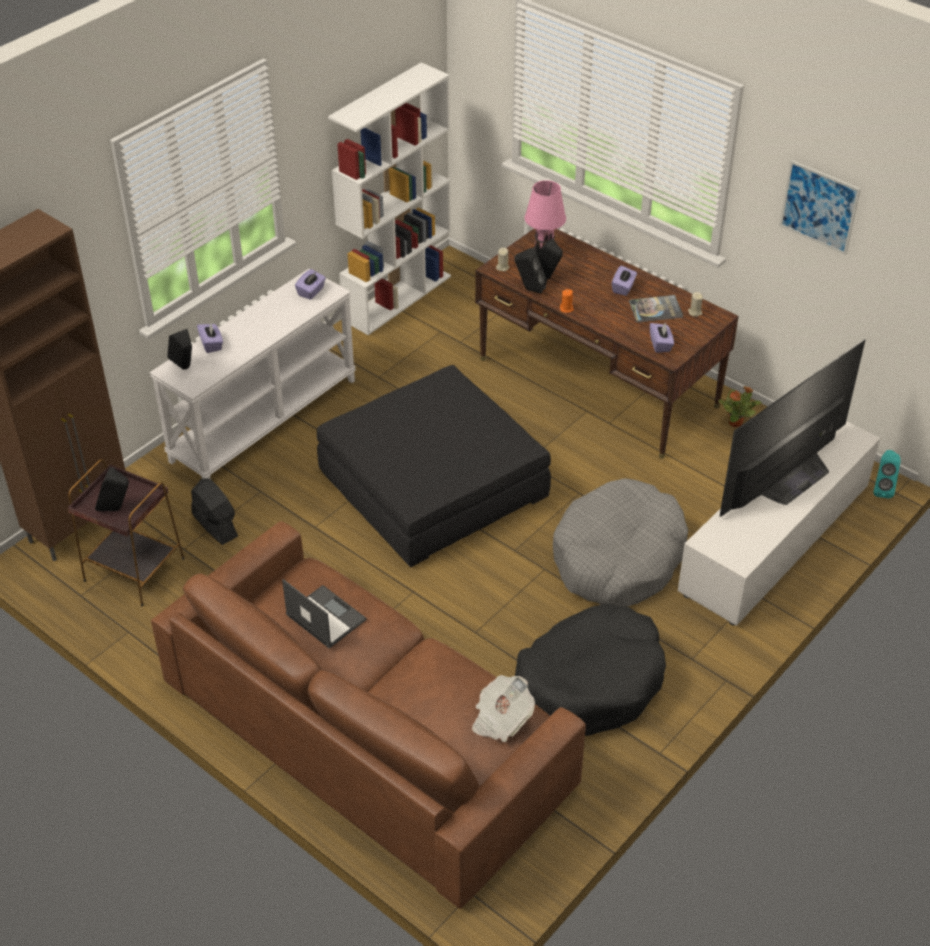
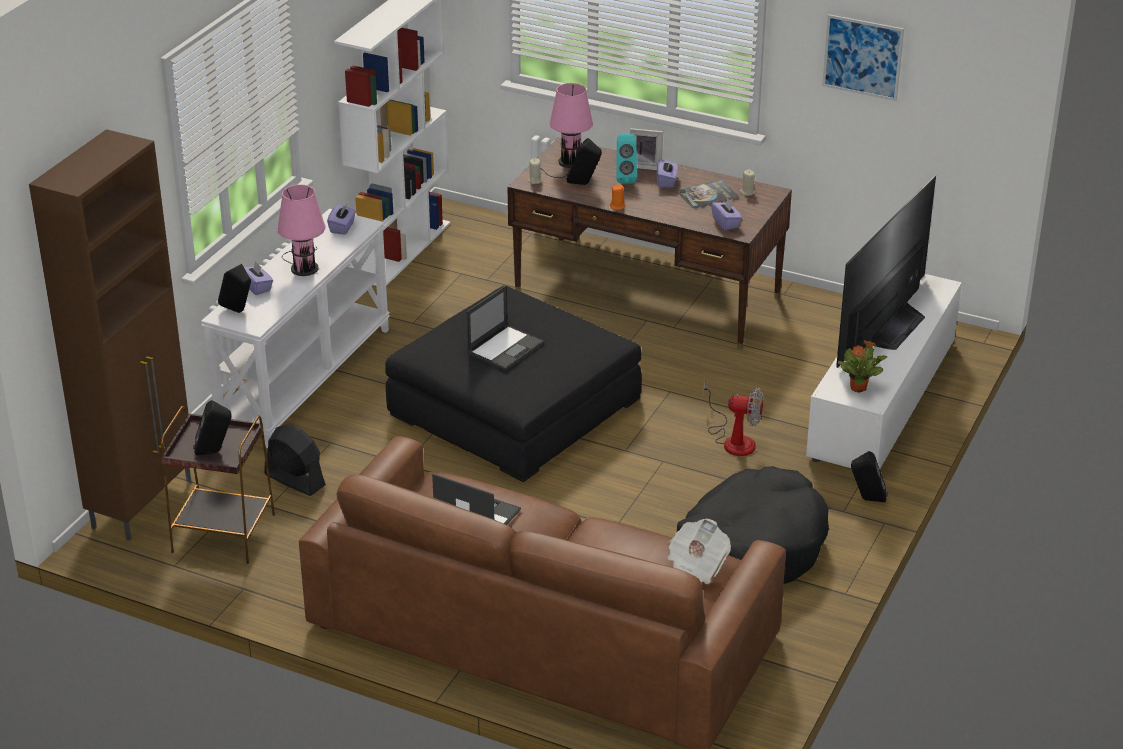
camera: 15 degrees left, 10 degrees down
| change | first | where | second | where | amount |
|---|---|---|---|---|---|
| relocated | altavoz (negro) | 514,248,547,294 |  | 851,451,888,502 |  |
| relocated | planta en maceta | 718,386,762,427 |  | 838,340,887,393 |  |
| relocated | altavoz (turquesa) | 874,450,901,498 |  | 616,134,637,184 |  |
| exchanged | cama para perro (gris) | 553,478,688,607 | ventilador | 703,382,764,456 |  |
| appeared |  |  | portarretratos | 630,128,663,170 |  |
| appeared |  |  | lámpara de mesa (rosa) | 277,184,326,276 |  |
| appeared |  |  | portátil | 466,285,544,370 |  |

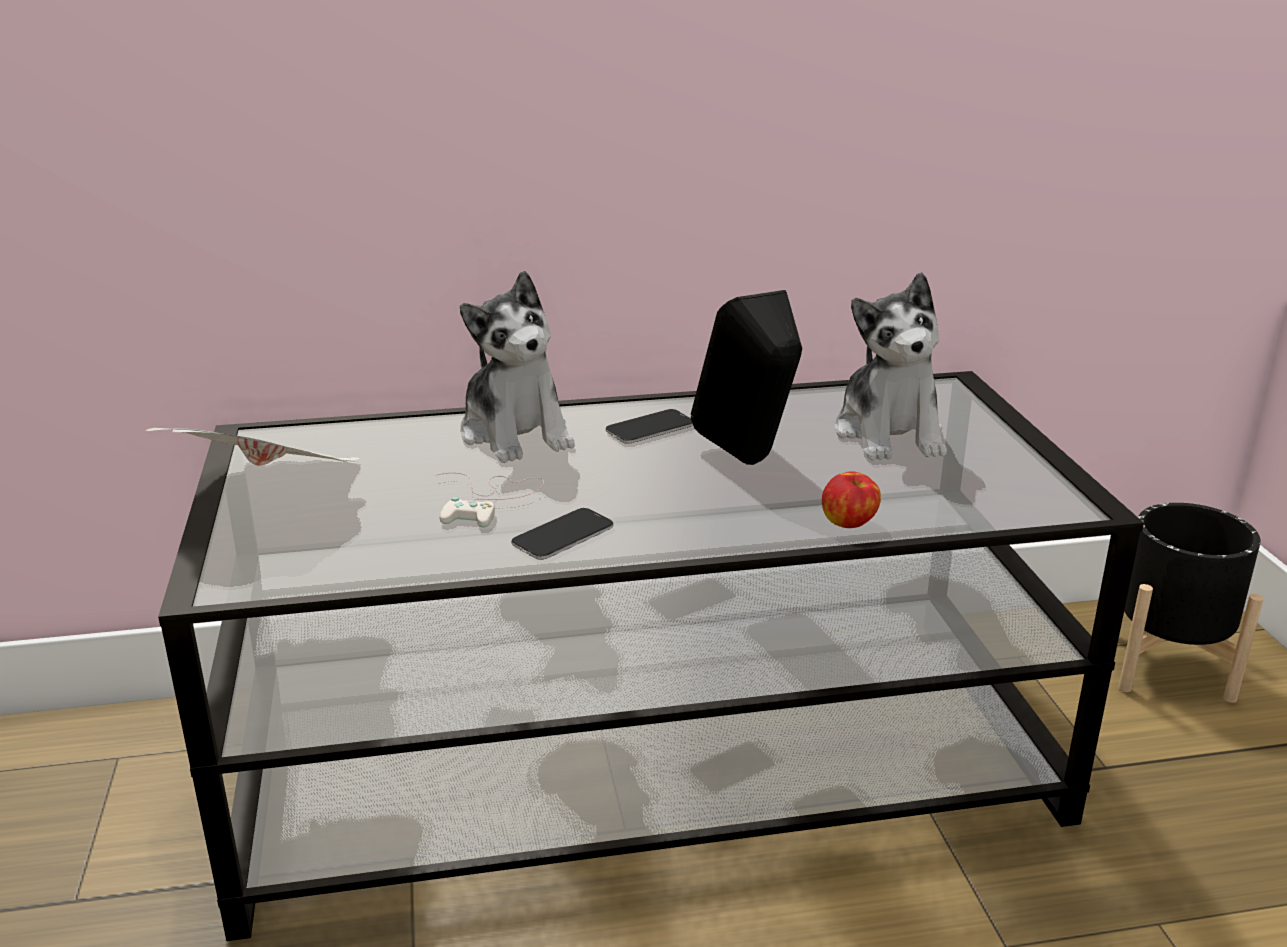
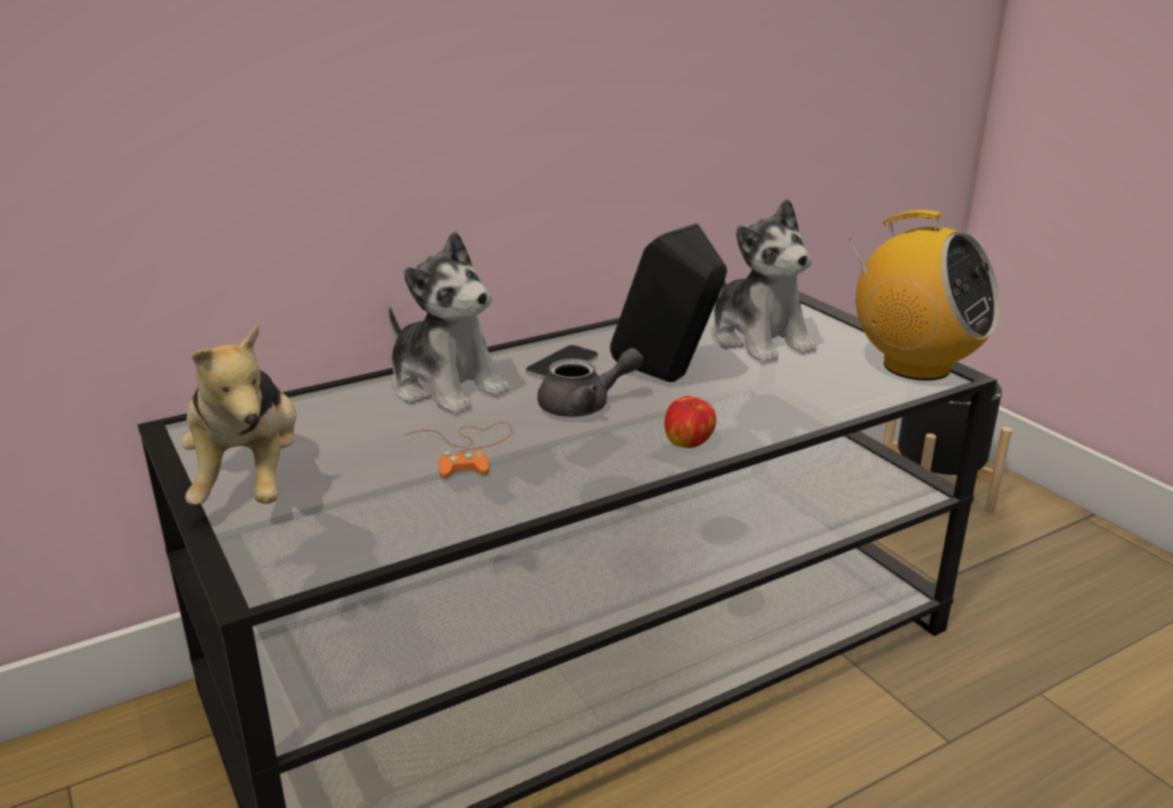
camera: 20 degrees left, 0 degrees up
| change | first | where | second | where | amount |
|---|---|---|---|---|---|
| exchanged | periódico | 145,428,360,466 | peluche | 182,325,297,505 |  |
| relocated | manzana | 822,471,881,528 |  | 664,396,716,448 |  |
| colour | mando de consola (blanco) | 435,472,544,527 | mando de consola (naranja) | 404,422,512,479 |  |
| missing | móvil | 511,508,614,560 |  |  |  |
| appeared |  |  | radio | 848,210,1000,381 |  |
| appeared |  |  | tetera (gris) | 537,348,643,417 |  |

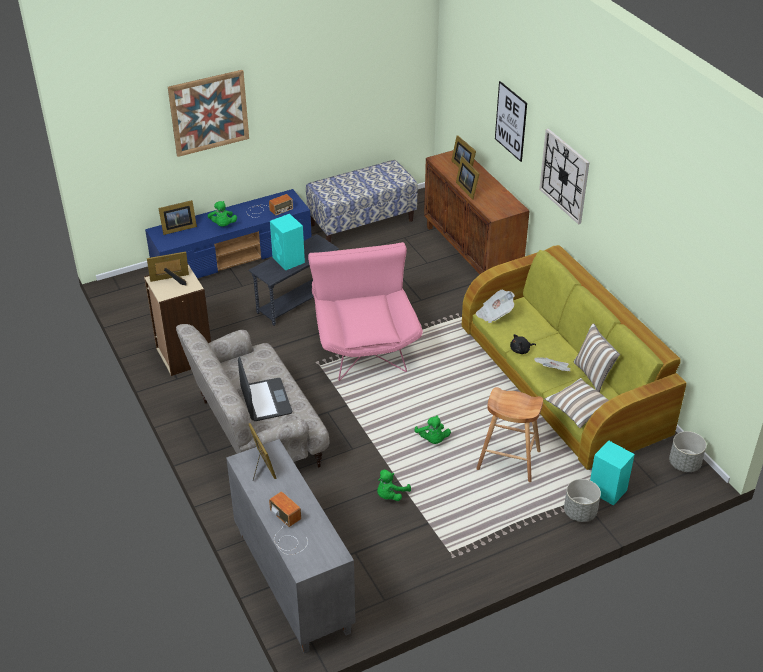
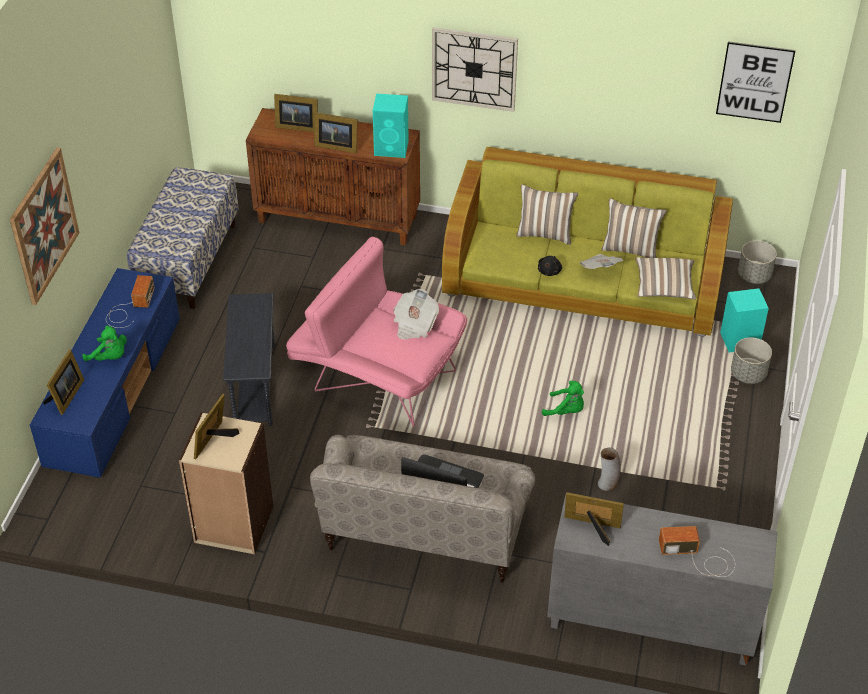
camera: 50 degrees left, 5 degrees up
| change | first | where | second | where | amount |
|---|---|---|---|---|---|
| relocated | cuadro | 495,81,527,162 |  | 716,41,796,123 |  |
| relocated | altavoz (turquesa) | 270,214,305,270 |  | 373,94,409,158 |  |
| relocated | periódico | 476,289,515,323 |  | 394,289,439,339 |  |
| missing | taburete (marrón) | 476,387,543,482 |  |  |  |
| exchanged | peluche (verde) | 377,470,411,501 | florero | 598,447,621,491 |  |
| appeared |  |  | cojín | 516,184,578,245 |  |

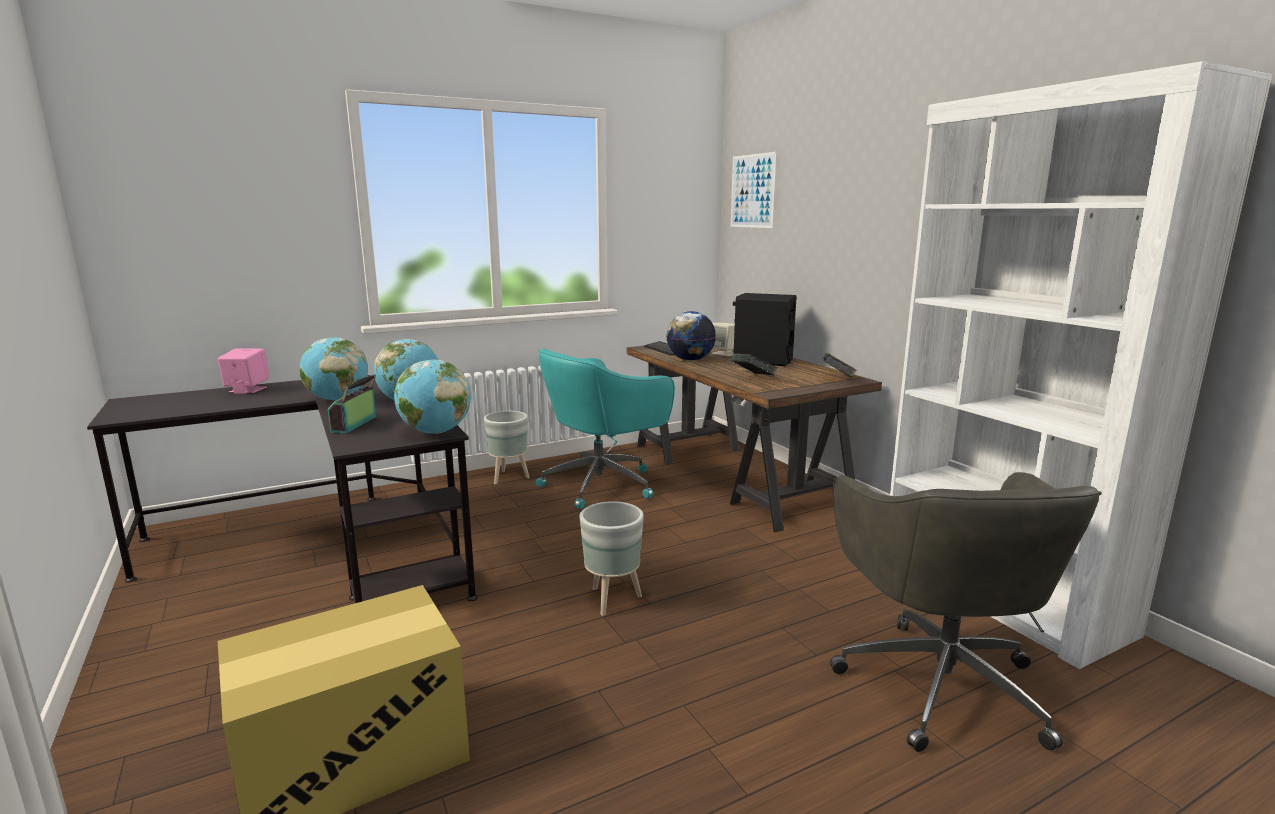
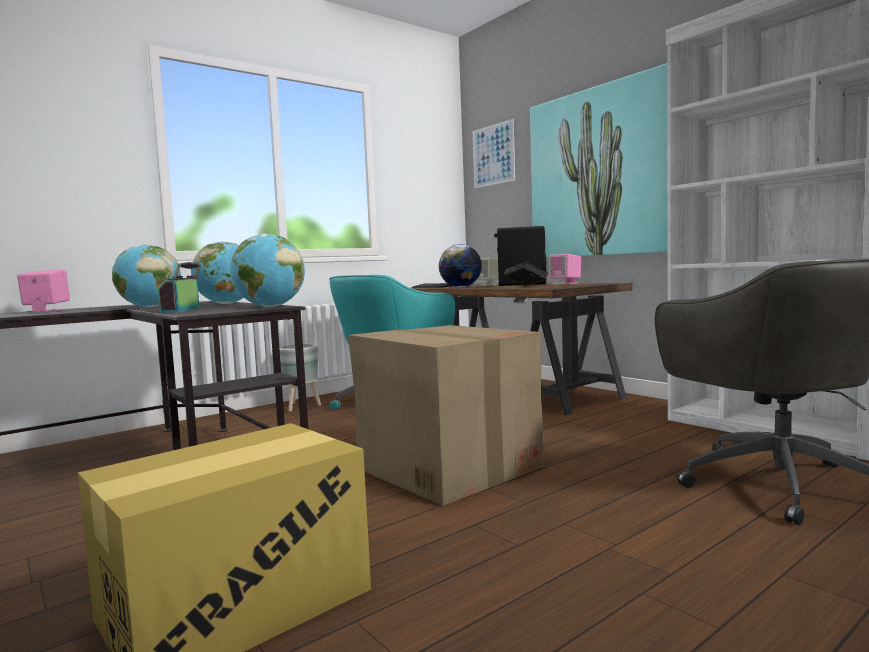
camera: 10 degrees left, 10 degrees down
| change | first | where | second | where | amount |
|---|---|---|---|---|---|
| missing | libro | 822,353,857,378 |  |  |  |
| exchanged | maceta (gris) | 579,501,644,616 | caja de cartón | 348,325,545,506 |  |
| appeared |  |  | cuadro | 530,63,668,258 |  |
| appeared |  |  | altavoz (rosa) | 549,254,581,284 |  |

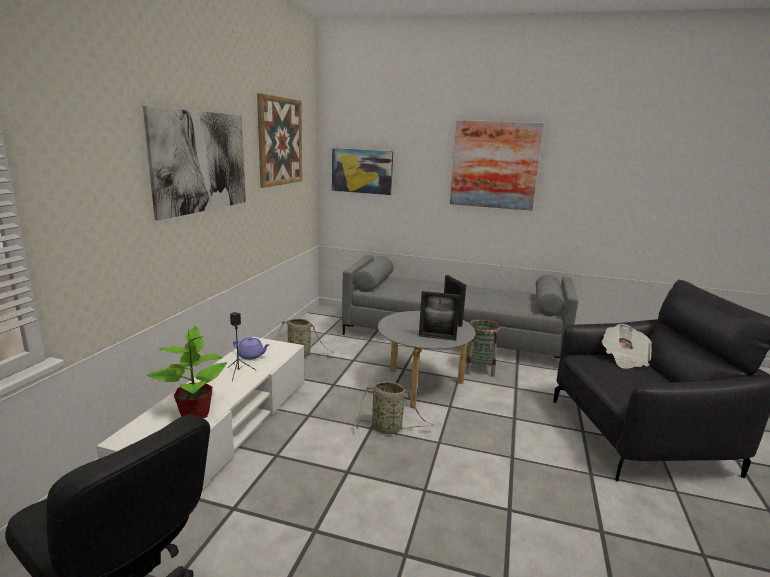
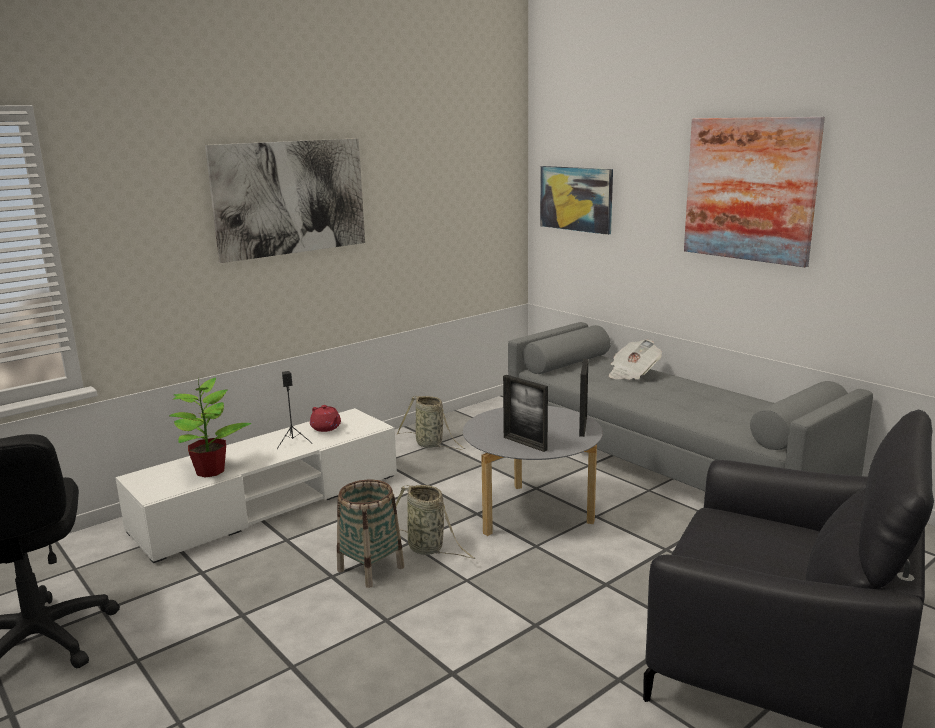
camera: 35 degrees right, 0 degrees up
| change | first | where | second | where | amount |
|---|---|---|---|---|---|
| missing | cuadro | 257,93,302,188 |  |  |  |
| relocated | cesta | 465,318,500,377 |  | 337,480,404,588 |  |
| relocated | periódico | 601,324,652,369 |  | 609,340,662,380 |  |
| colour | tetera (morado) | 233,337,270,360 | tetera (rojo) | 310,405,341,432 |  |

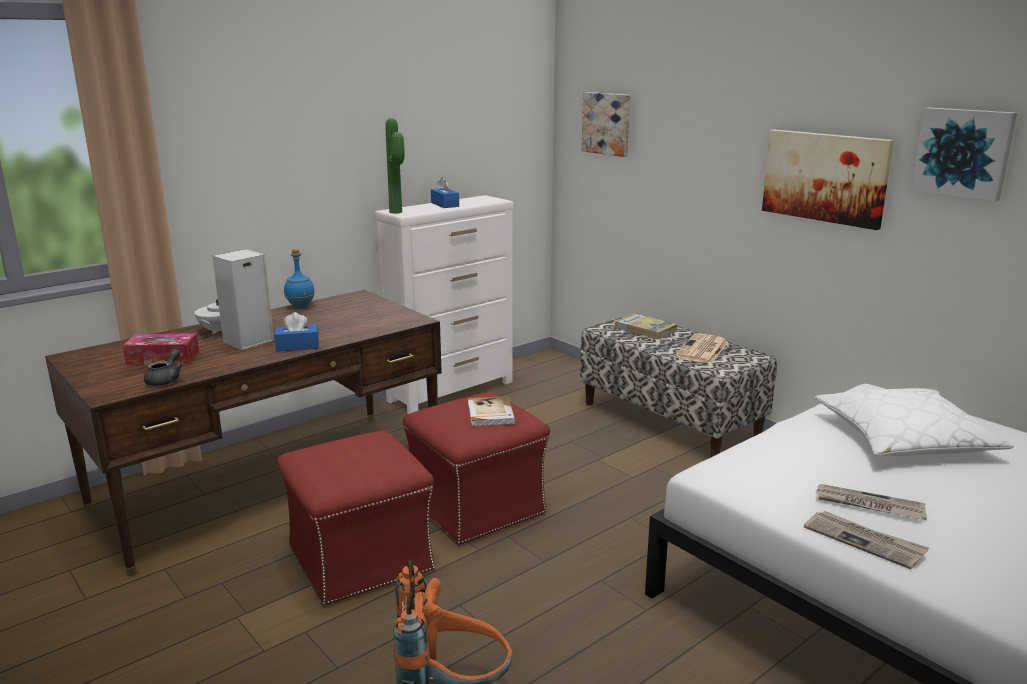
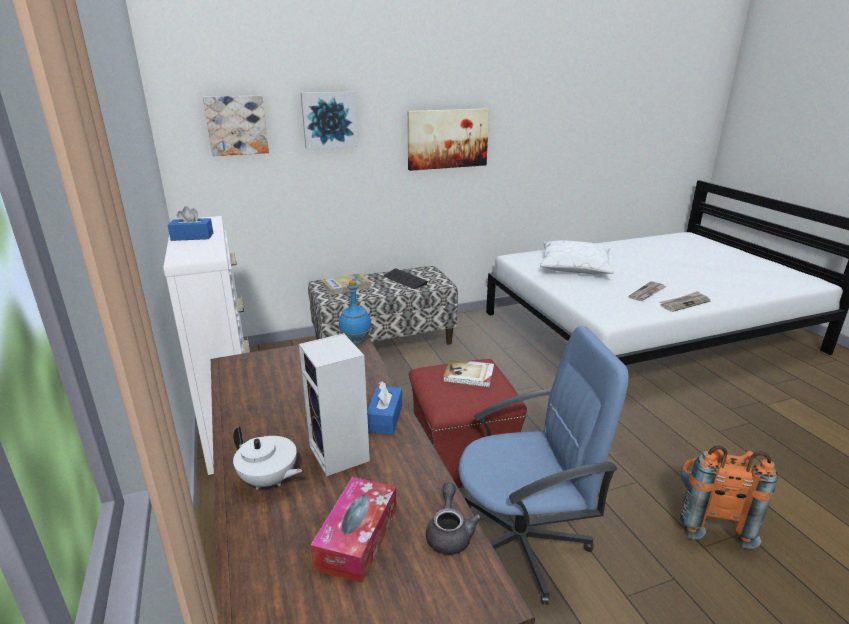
camera: 70 degrees left, 5 degrees up
| change | first | where | second | where | amount |
|---|---|---|---|---|---|
| relocated | cuadro | 911,108,1017,202 |  | 301,91,358,150 |  |
| missing | planta en maceta | 385,118,405,214 |  |  |  |
| relocated | botella (azul) | 284,249,315,309 |  | 339,280,371,344 |  |
| exchanged | periódico | 675,333,728,364 | teclado | 384,268,428,289 |  |
| spun | tetera (gris) | 144,349,182,386 |  | 426,483,482,555 | 60 degrees clockwise |
| exchanged | puf (rojo) | 277,431,435,606 | silla de oficina (azul) | 458,326,628,605 |  |

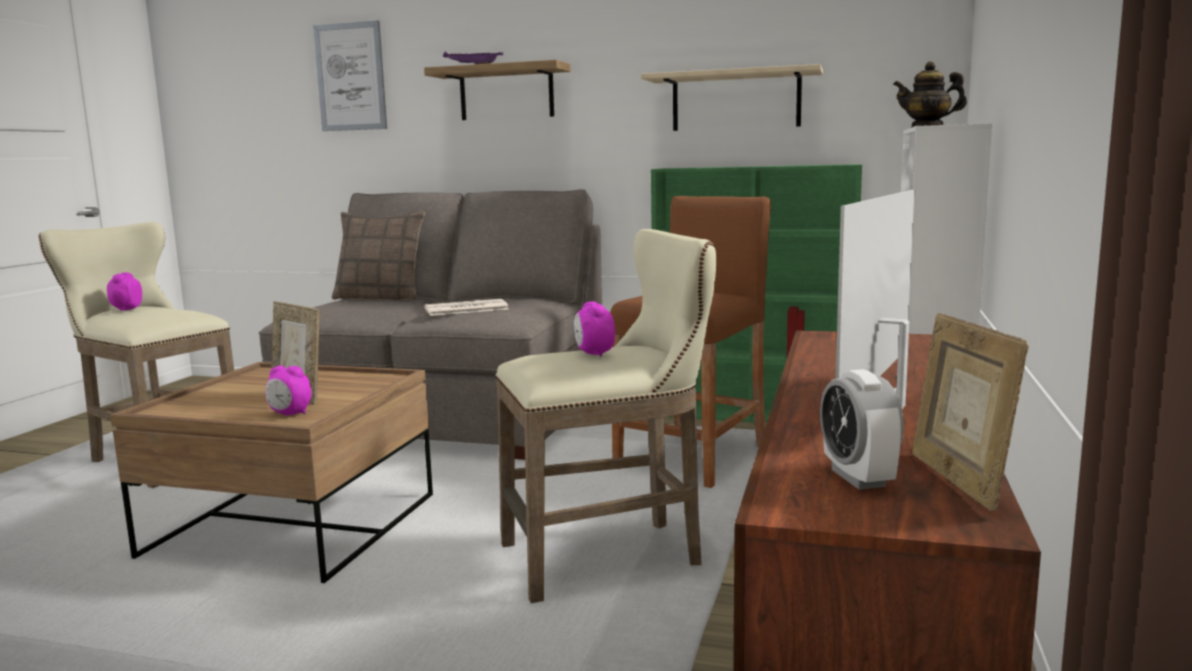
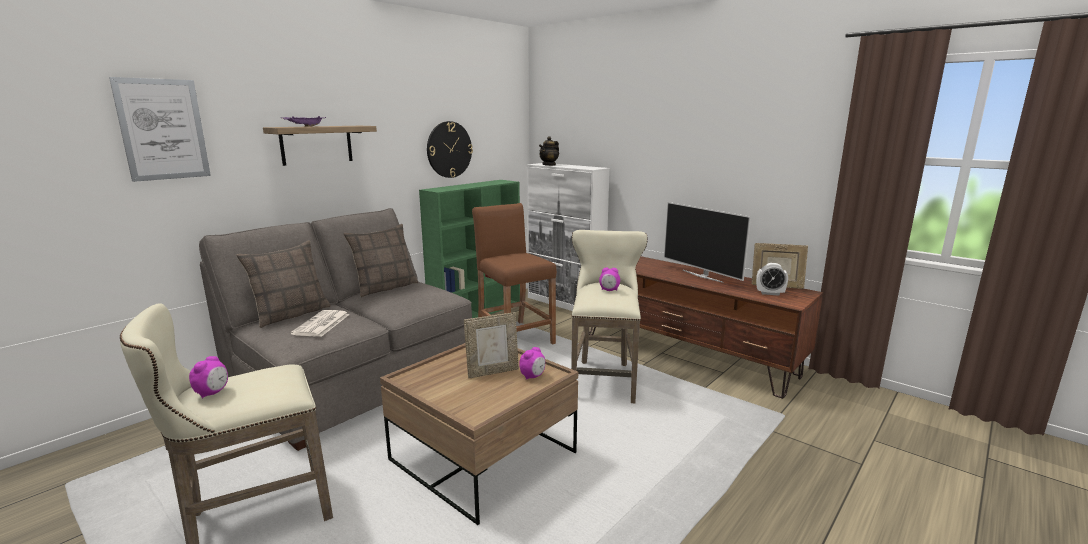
camera: 65 degrees left, 5 degrees up
| change | first | where | second | where | amount |
|---|---|---|---|---|---|
| exchanged | estante (beis) | 641,64,823,131 | reloj de pared | 427,121,473,178 |  |
| spun | despertador | 107,272,142,311 |  | 189,356,228,399 | 105 degrees counterclockwise |
| relocated | periódico | 424,299,509,316 |  | 291,310,349,337 |  |
| appeared |  |  | cojín | 344,224,418,297 |  |

